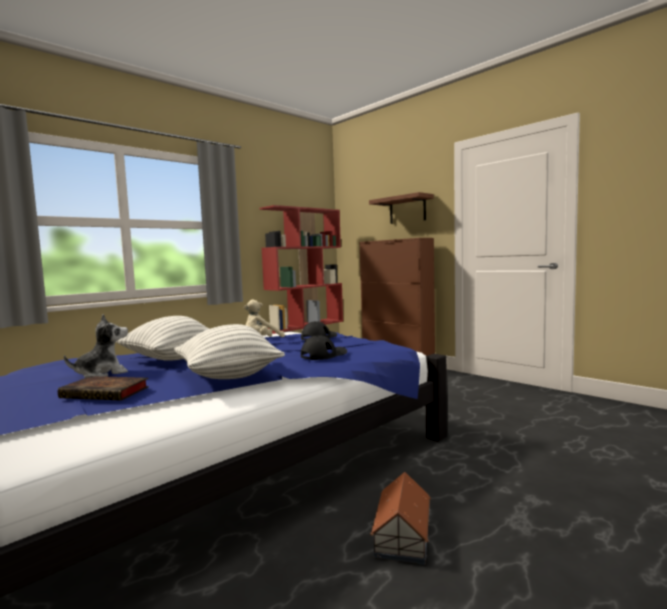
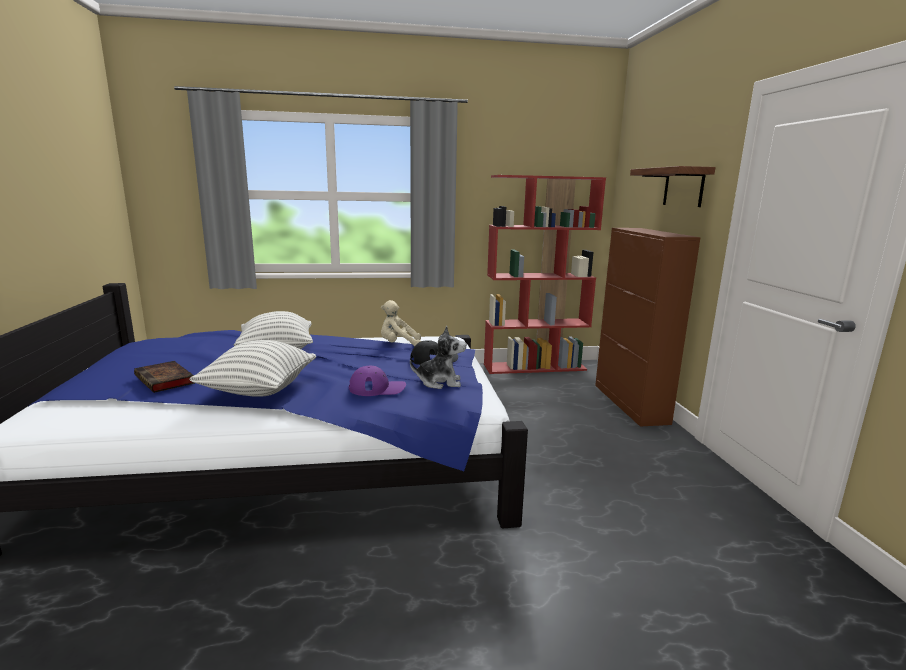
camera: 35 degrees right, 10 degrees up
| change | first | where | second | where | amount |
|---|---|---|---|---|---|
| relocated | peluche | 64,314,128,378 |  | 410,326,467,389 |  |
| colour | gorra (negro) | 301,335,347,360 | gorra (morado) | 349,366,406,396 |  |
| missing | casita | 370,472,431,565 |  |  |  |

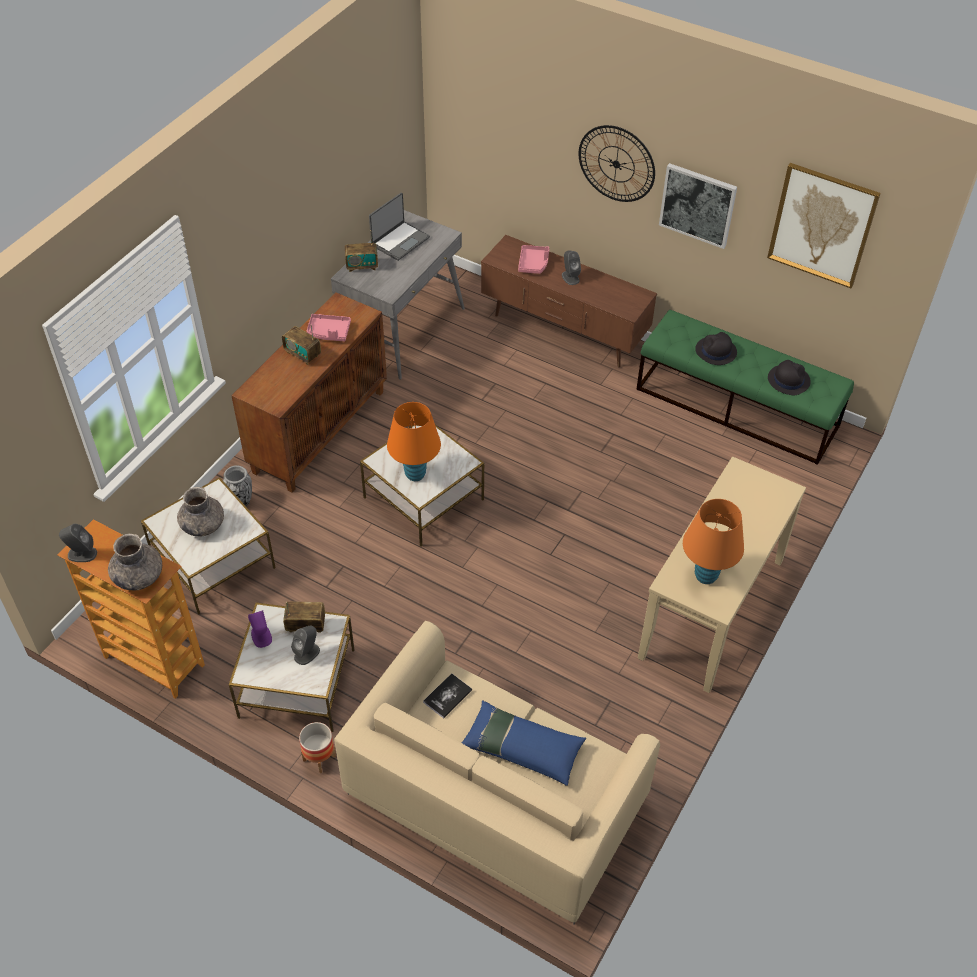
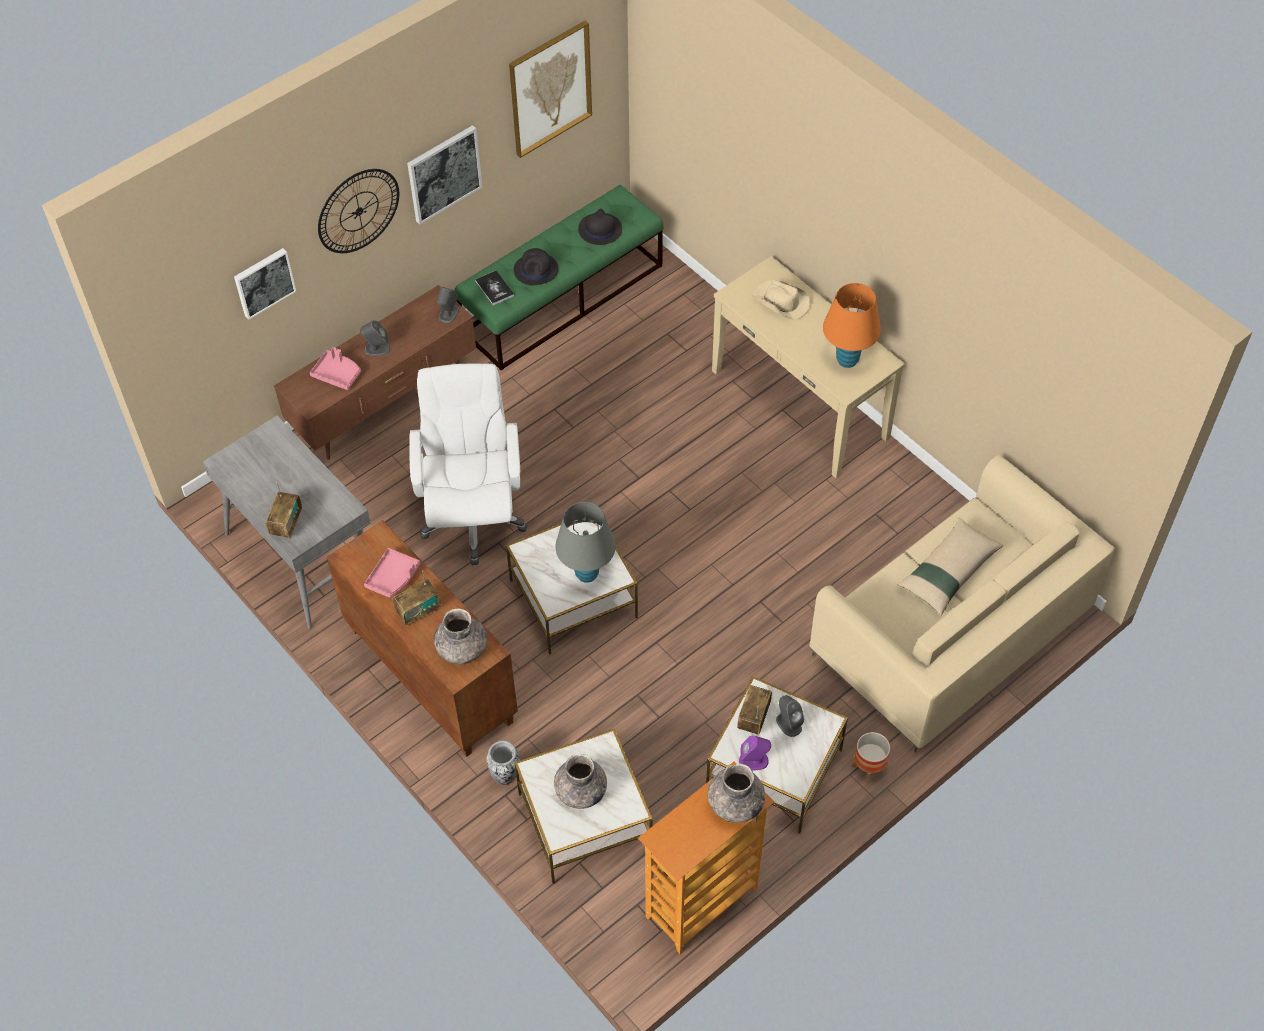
camera: 70 degrees left, 5 degrees up
| change | first | where | second | where | amount |
|---|---|---|---|---|---|
| missing | portátil | 369,193,430,261 |  |  |  |
| colour | lámpara de mesa (naranja) | 387,402,441,481 | lámpara de mesa (gris) | 555,502,616,583 |  |
| relocated | altavoz (gris) | 59,524,97,562 |  | 437,287,459,323 |  |
| relocated | libro | 423,673,472,719 |  | 475,271,514,305 |  |
| colour | cojín (azul) | 461,700,586,786 | cojín (beis) | 898,518,1003,616 |  |
| appeared |  |  | cuadro | 234,248,296,320 |  |
| appeared |  |  | sombrero (beis) | 752,280,811,321 |  |
| appeared |  |  | silla de oficina (blanco) | 409,364,527,565 |  |
| appeared |  |  | florero (gris) | 434,608,487,664 |  |

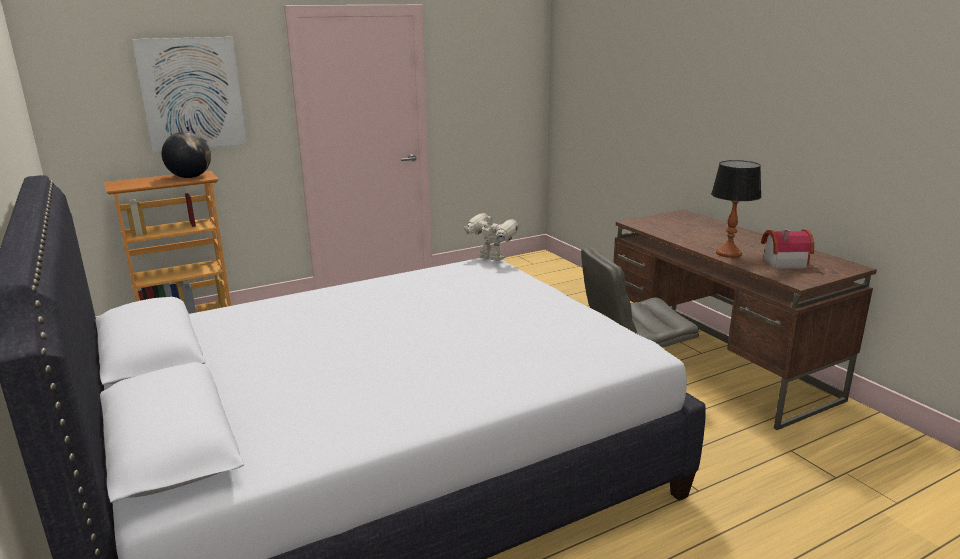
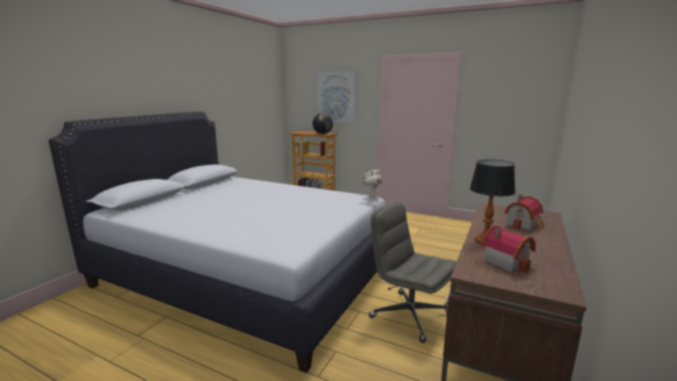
camera: 55 degrees right, 5 degrees down
| change | first | where | second | where | amount |
|---|---|---|---|---|---|
| appeared |  |  | casita | 504,194,544,231 |  |

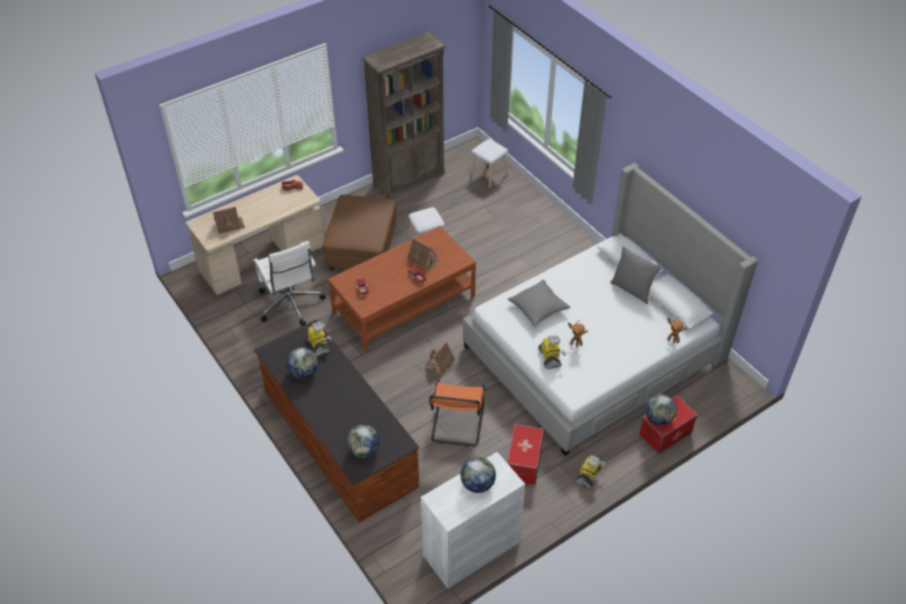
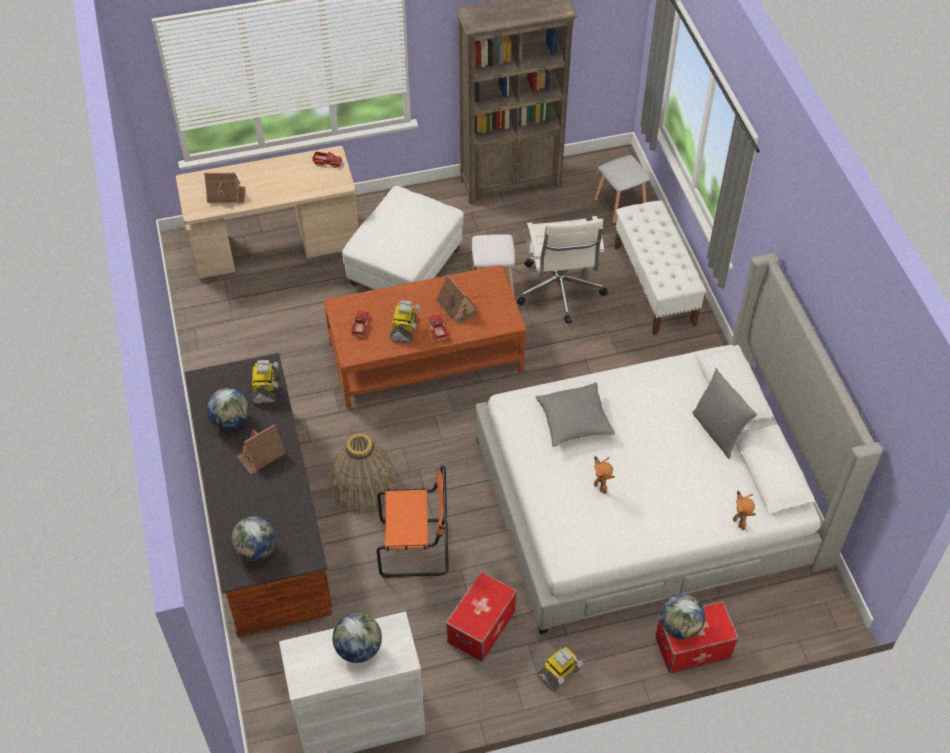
camera: 20 degrees right, 5 degrees up
| change | first | where | second | where | amount |
|---|---|---|---|---|---|
| colour | puf (marrón) | 323,195,396,271 | puf (blanco) | 342,186,464,290 |  |
| relocated | silla de oficina (blanco) | 253,241,326,326 |  | 517,216,608,324 |  |
| relocated | robot de juguete | 538,335,565,369 |  | 390,300,420,343 |  |
| relocated | casita | 424,341,455,378 |  | 237,424,286,474 |  |
| spun | silla (naranja) | 429,379,485,446 |  | 377,466,448,578 | 120 degrees counterclockwise |
| appeared |  |  | banco (blanco) | 615,201,706,335 |  |
| appeared |  |  | cesta | 330,434,398,514 |  |

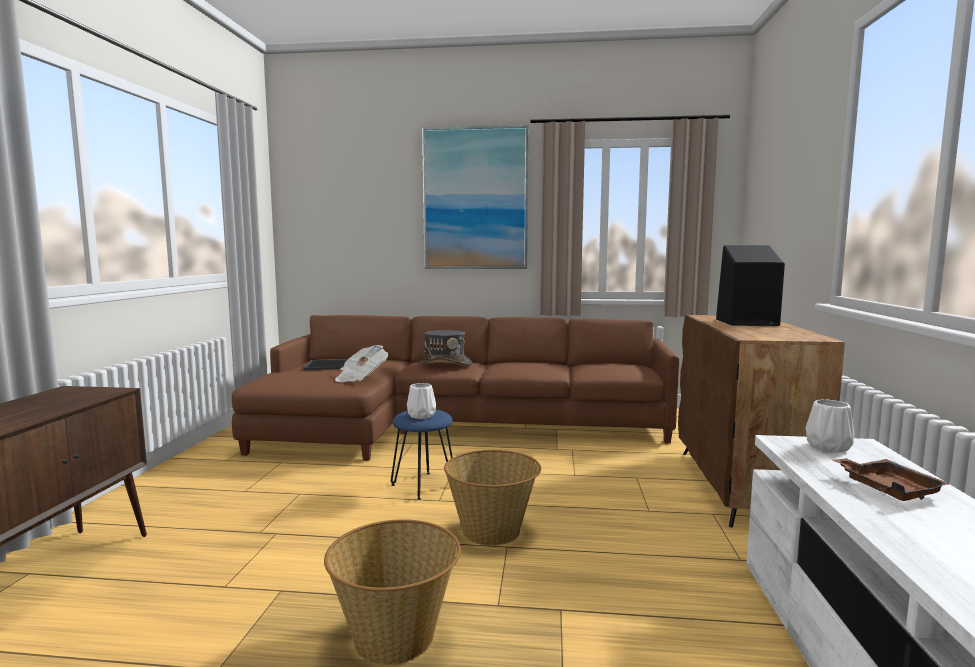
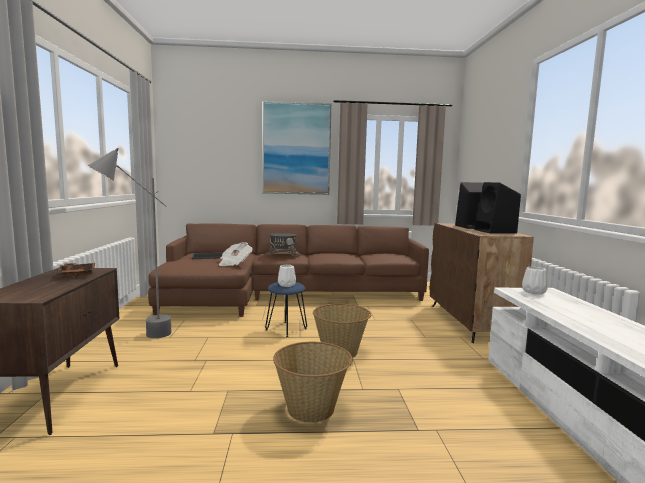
camera: 10 degrees left, 0 degrees up
| change | first | where | second | where | amount |
|---|---|---|---|---|---|
| relocated | bandeja (marrón) | 832,458,949,501 |  | 56,263,95,278 |  |
| appeared |  |  | lámpara de pie (gris) | 88,148,171,338 |  |
| appeared |  |  | altavoz (negro) | 474,182,521,233 |  |

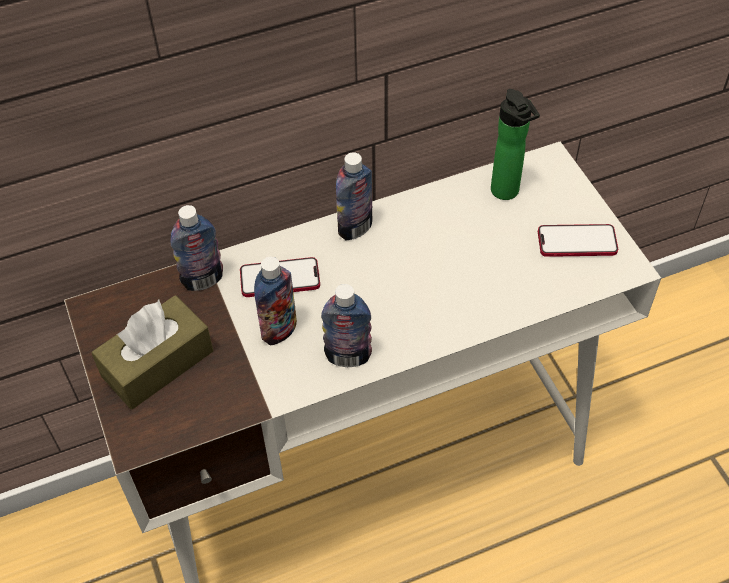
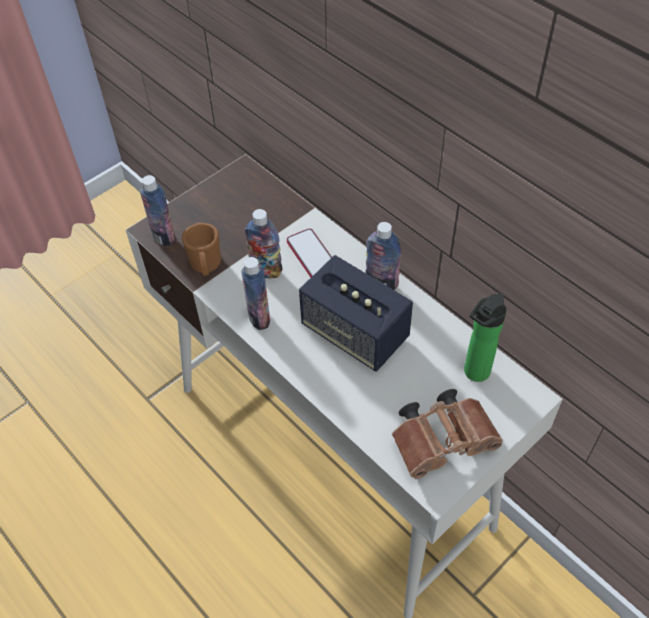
camera: 70 degrees right, 0 degrees up
| change | first | where | second | where | amount |
|---|---|---|---|---|---|
| relocated | botella | 170,205,223,291 |  | 140,175,176,246 |  |
| exchanged | móvil | 538,224,618,257 | prismáticos (marrón) | 392,389,503,479 |  |
| missing | caja de pañuelos (marrón) | 92,295,213,410 |  |  |  |
| appeared |  |  | taza grande (marrón) | 182,223,221,276 |  |
| appeared |  |  | altavoz | 299,255,413,371 |  |

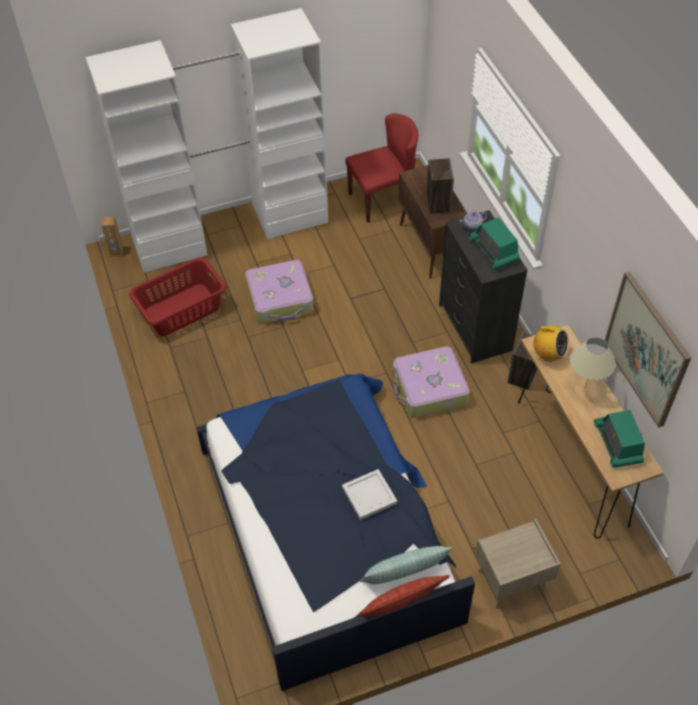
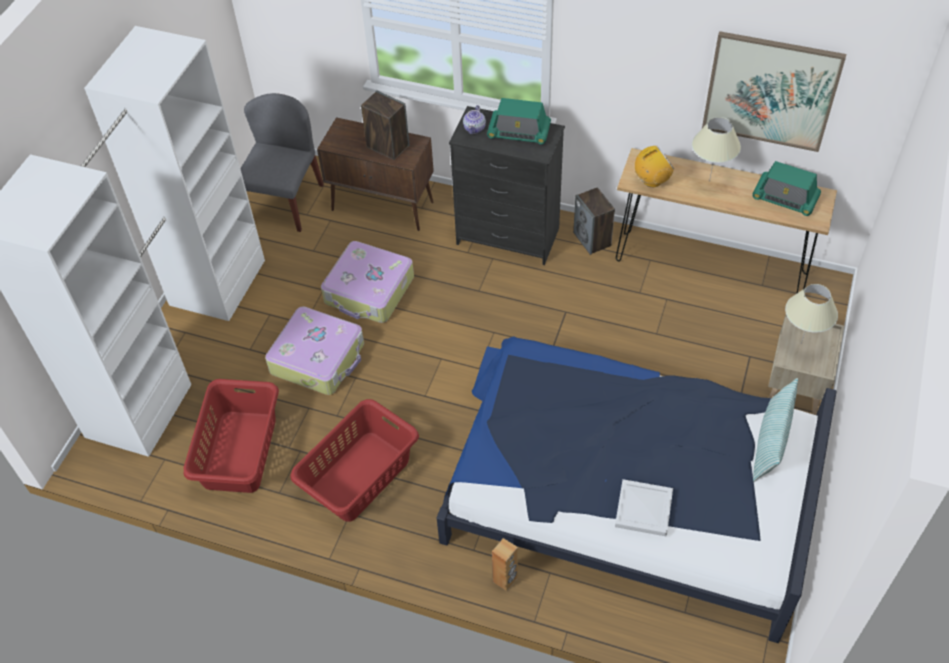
camera: 50 degrees left, 0 degrees up
| change | first | where | second | where | amount |
|---|---|---|---|---|---|
| colour | silla (rojo) | 345,113,418,223 | silla (gris) | 240,93,324,232 |  |
| relocated | altavoz (marrón) | 101,217,123,256 |  | 492,538,518,592 |  |
| relocated | maleta | 393,346,470,418 |  | 321,241,414,323 |  |
| relocated | bandeja (blanco) | 342,469,397,520 |  | 615,479,673,536 |  |
| missing | cojín | 354,575,450,618 |  |  |  |
| appeared |  |  | lámpara de mesa (beis) | 785,284,838,343 |  |
| appeared |  |  | cesto de la ropa (rojo) | 290,399,419,522 |  |

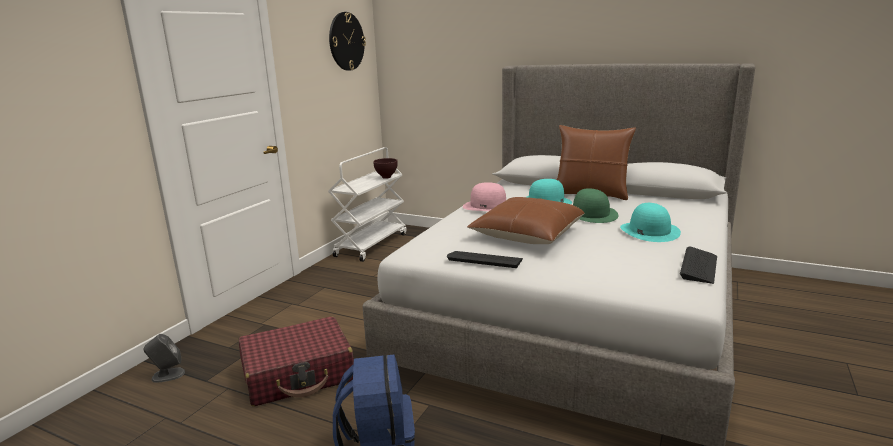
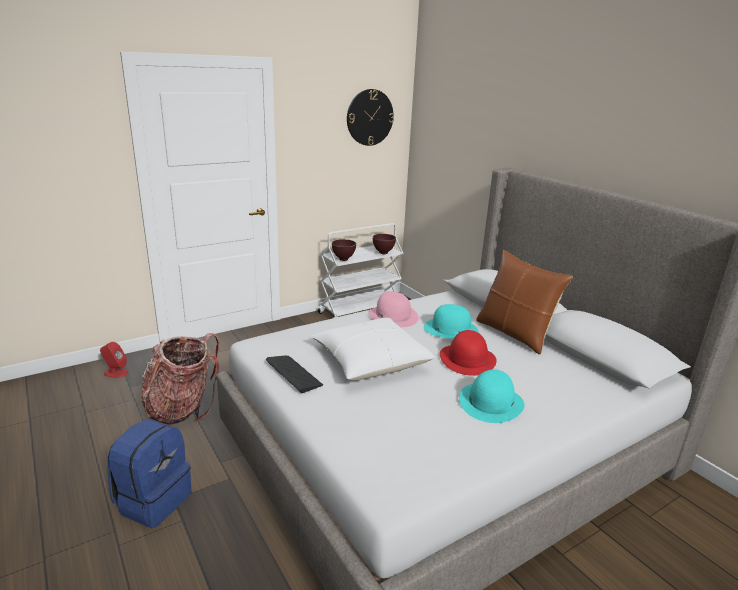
camera: 30 degrees right, 5 degrees up
| change | first | where | second | where | amount |
|---|---|---|---|---|---|
| colour | sombrero (verde) | 573,188,618,223 | sombrero (rojo) | 440,330,497,376 |  |
| colour | cojín (marrón) | 467,197,584,244 | cojín (blanco) | 311,318,435,381 |  |
| missing | teclado | 680,246,717,284 |  |  |  |
| exchanged | maleta (rojo) | 239,317,354,406 | mochila | 141,333,219,425 |  |
| colour | altavoz (gris) | 143,334,185,383 | altavoz (rojo) | 100,342,128,378 |  |
| appeared |  |  | cuenco (marrón) | 332,239,356,261 |  |

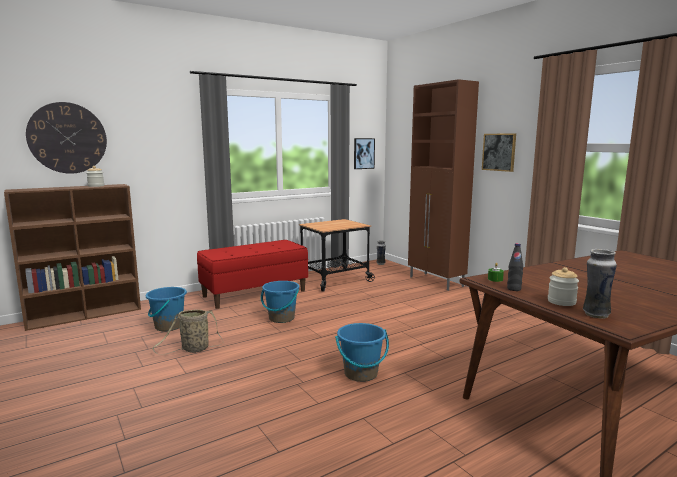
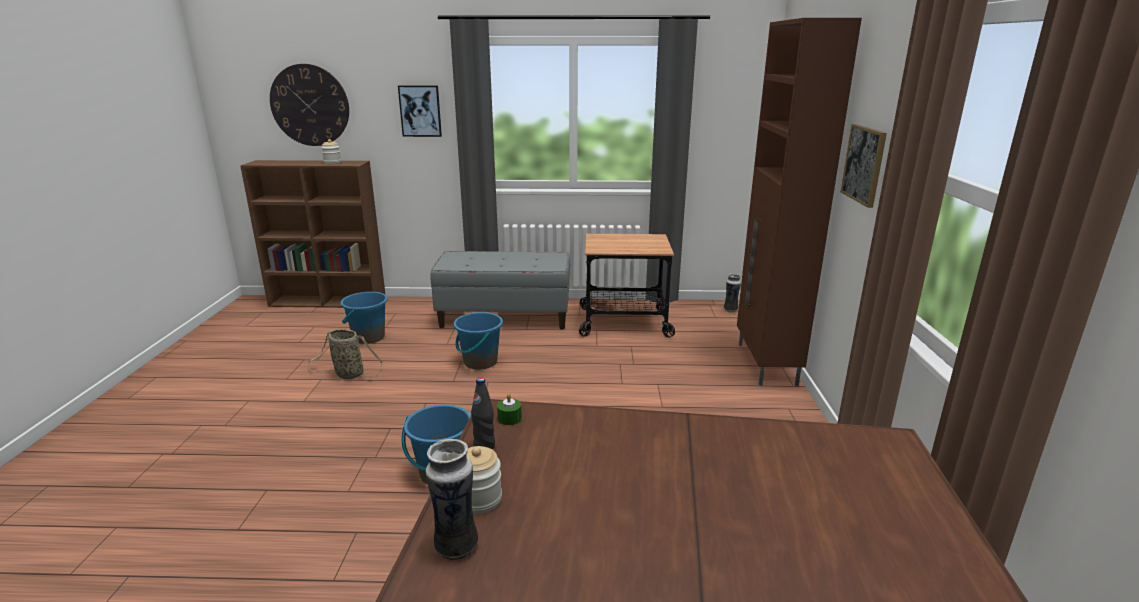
camera: 35 degrees right, 10 degrees up
| change | first | where | second | where | amount |
|---|---|---|---|---|---|
| relocated | cuadro | 354,138,375,169 |  | 398,85,442,137 |  |
| colour | banco (rojo) | 197,240,308,309 | banco (gris) | 430,251,570,329 |  |

